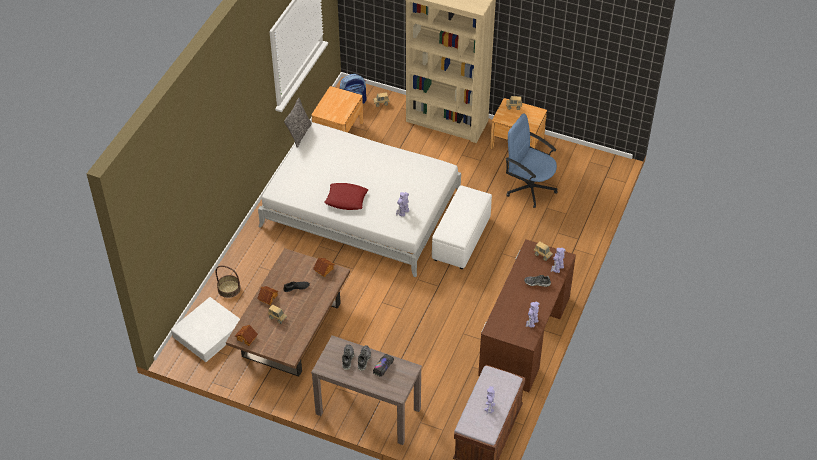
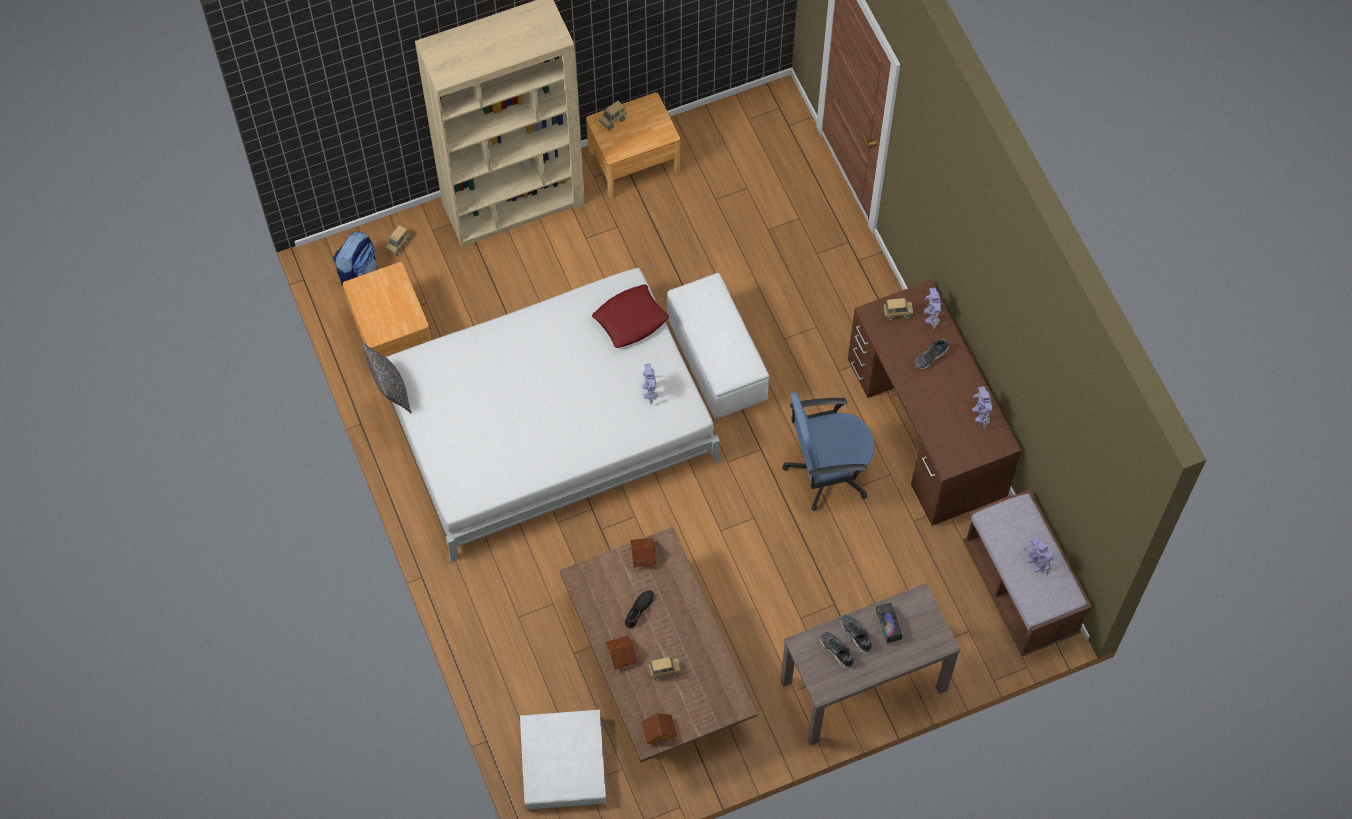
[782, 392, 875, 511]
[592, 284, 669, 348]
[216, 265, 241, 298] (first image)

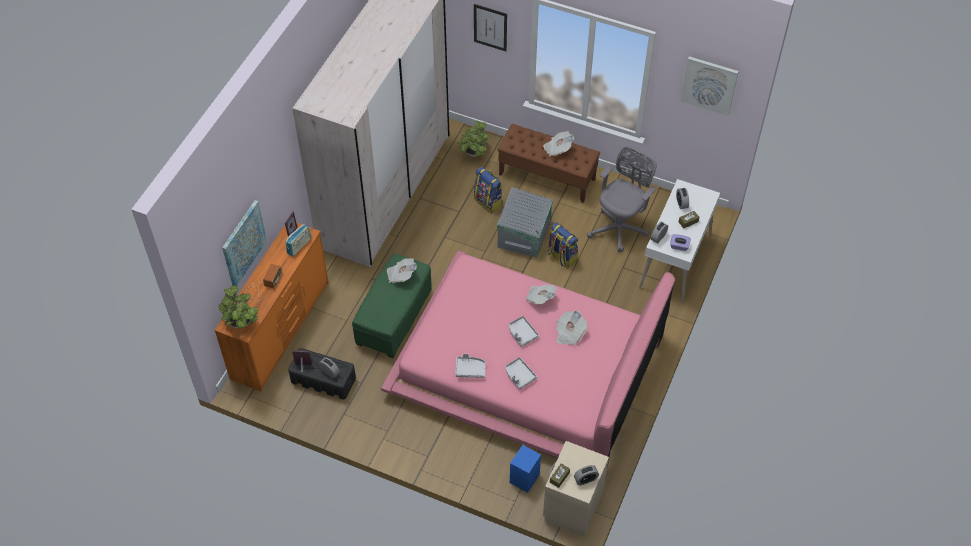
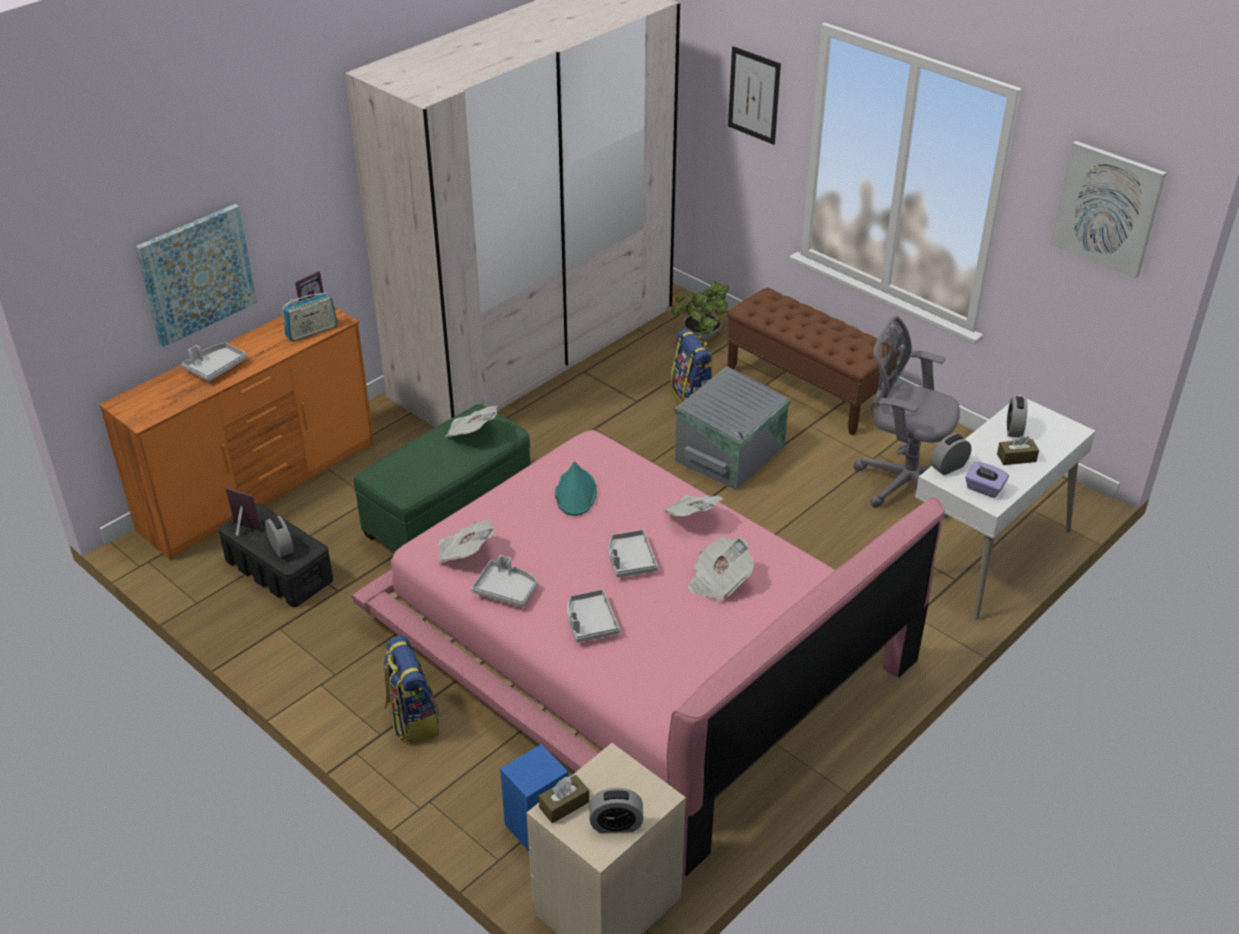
[437, 520, 494, 562]
[853, 316, 960, 518]
[384, 636, 439, 745]
[182, 343, 247, 381]
[219, 285, 258, 328] (first image)
[555, 461, 597, 516]

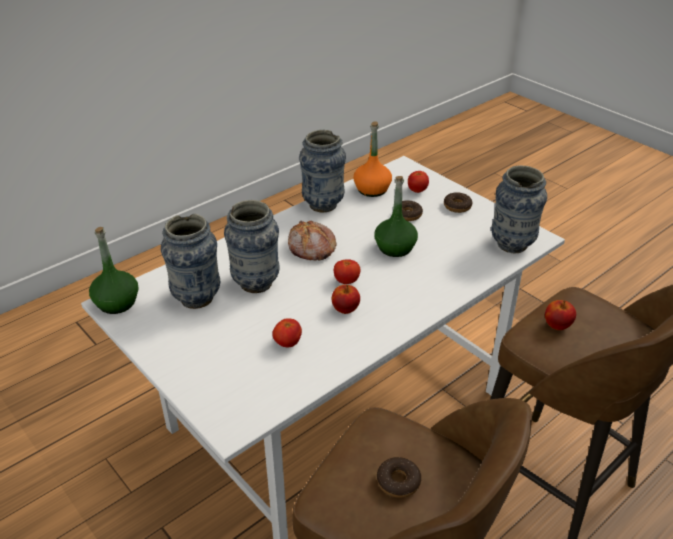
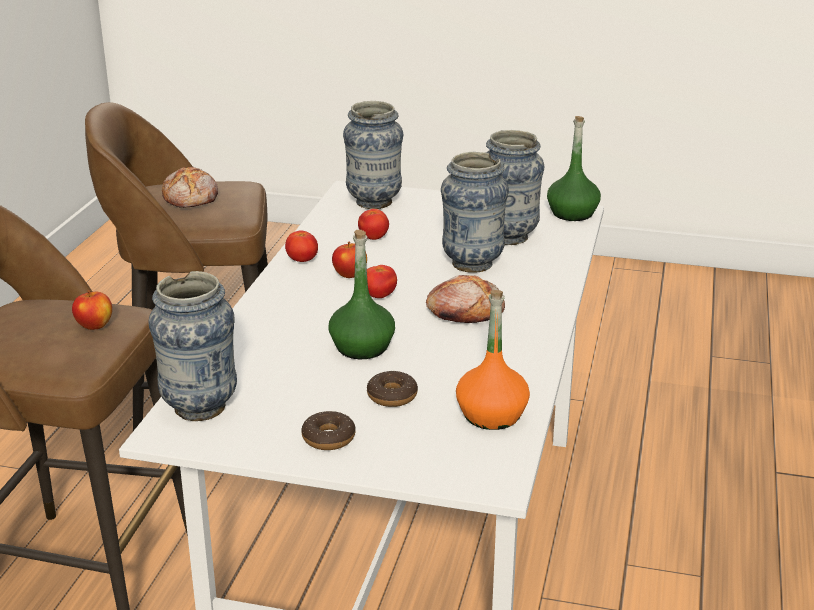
[343, 101, 404, 209]
[285, 230, 318, 262]
[162, 167, 218, 208]

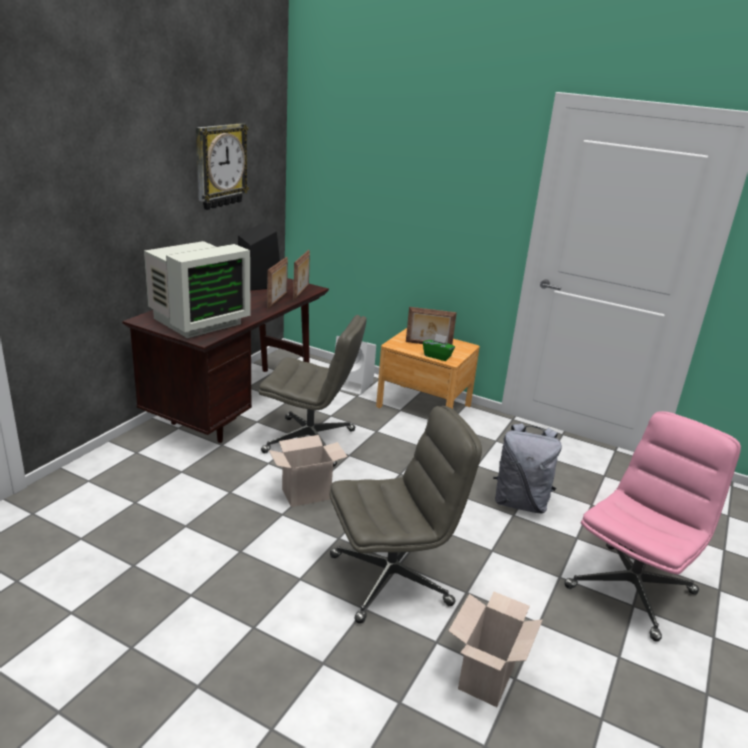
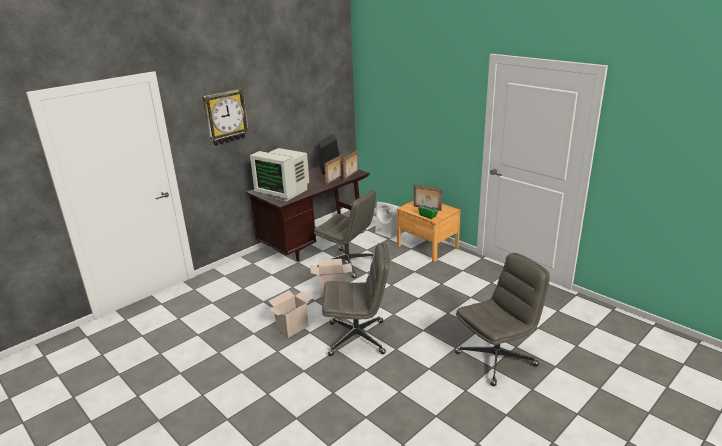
[202, 89, 249, 146]
[250, 148, 309, 202]
[455, 253, 550, 386]
[493, 423, 562, 513] (first image)
[267, 290, 313, 338]

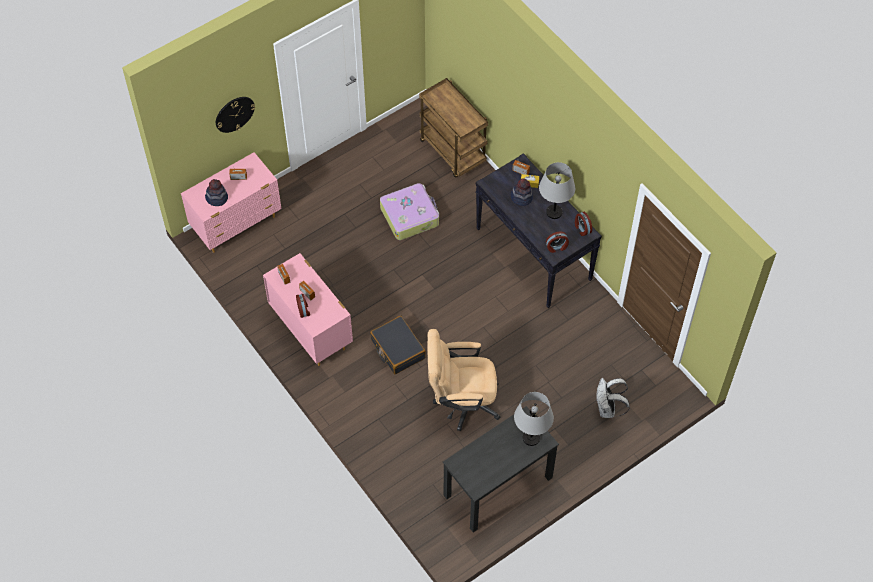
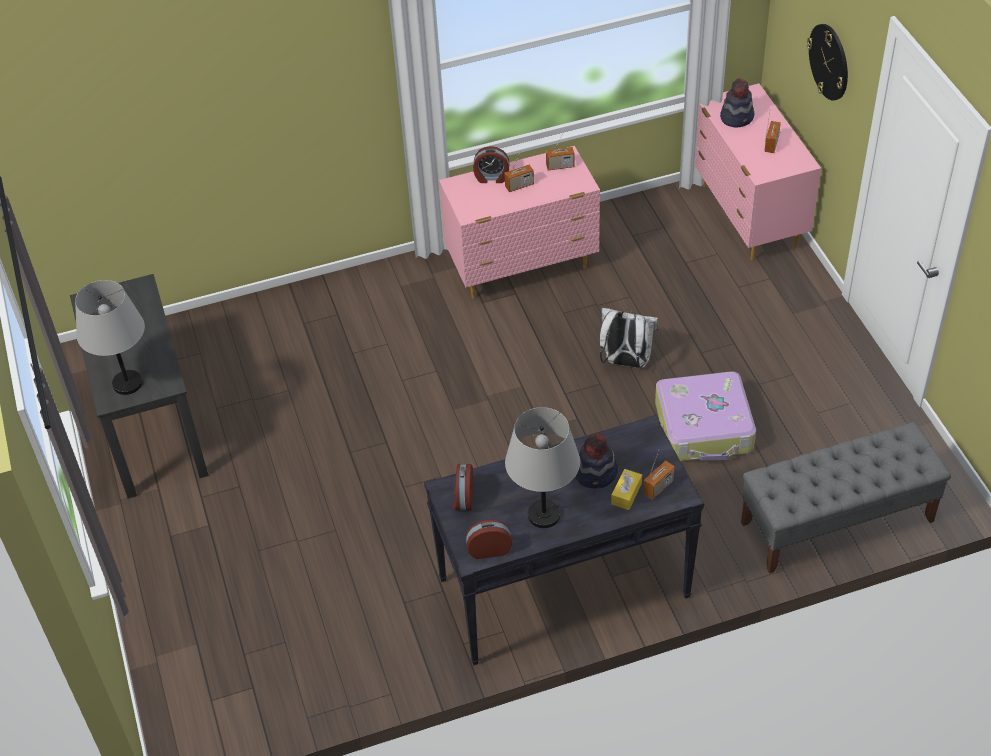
[741, 422, 951, 574]
[370, 316, 426, 375] (first image)
[427, 329, 500, 431] (first image)
[599, 308, 658, 368]

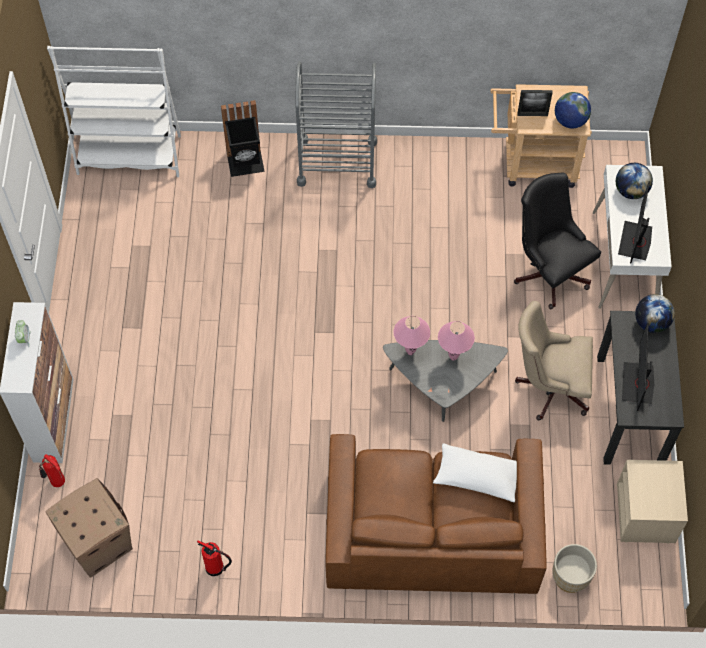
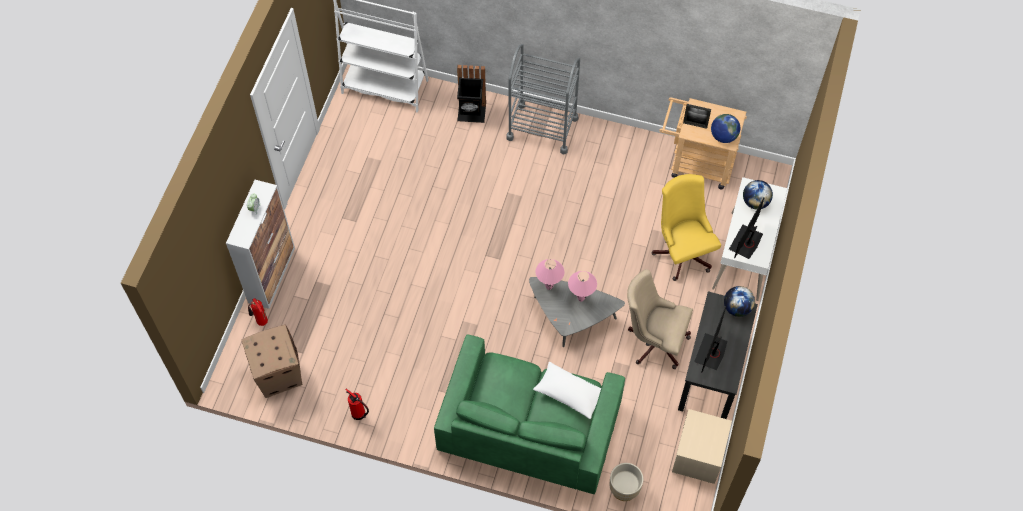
[652, 174, 721, 281]
[434, 334, 625, 494]

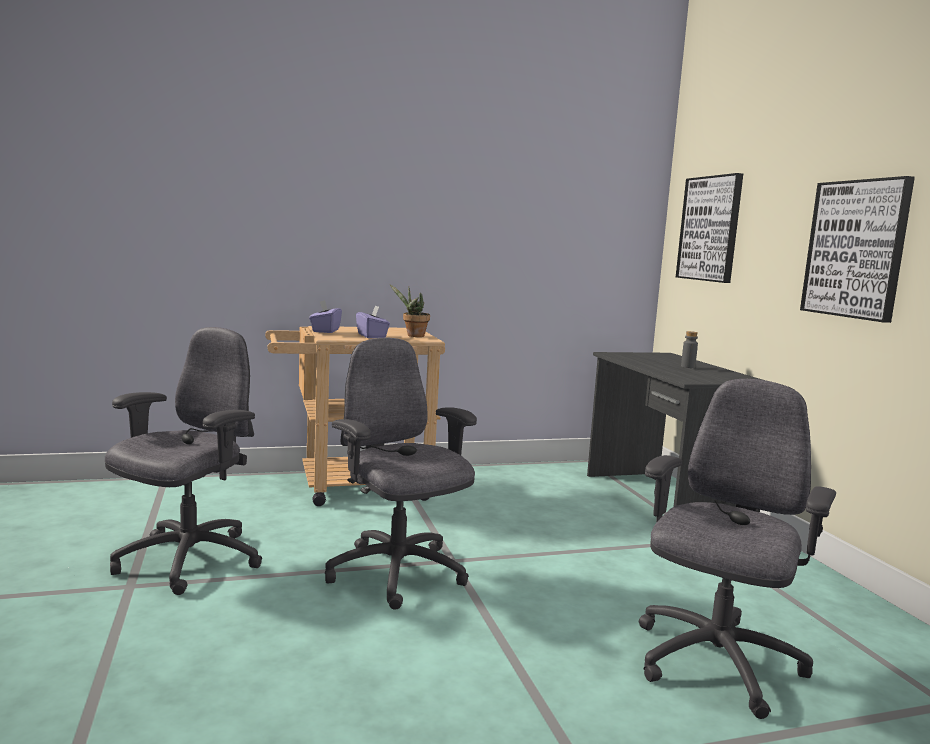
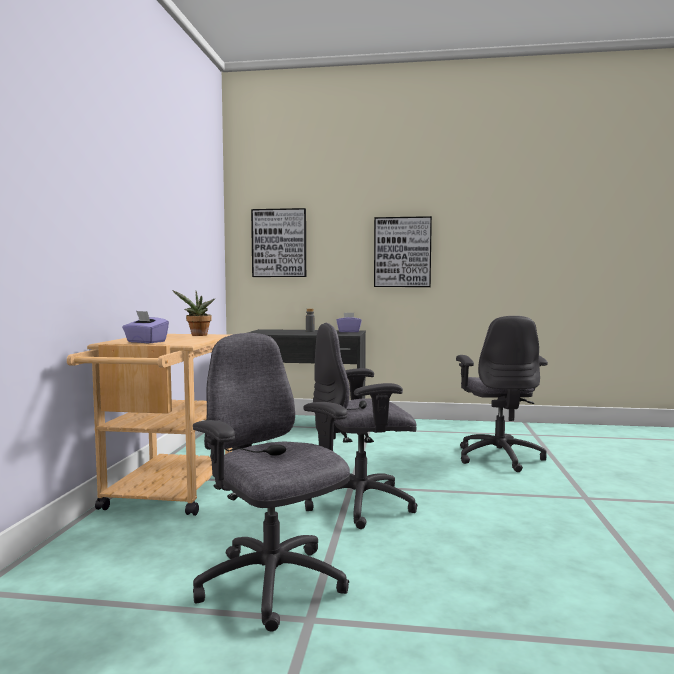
[337, 313, 362, 332]
[456, 316, 548, 472]

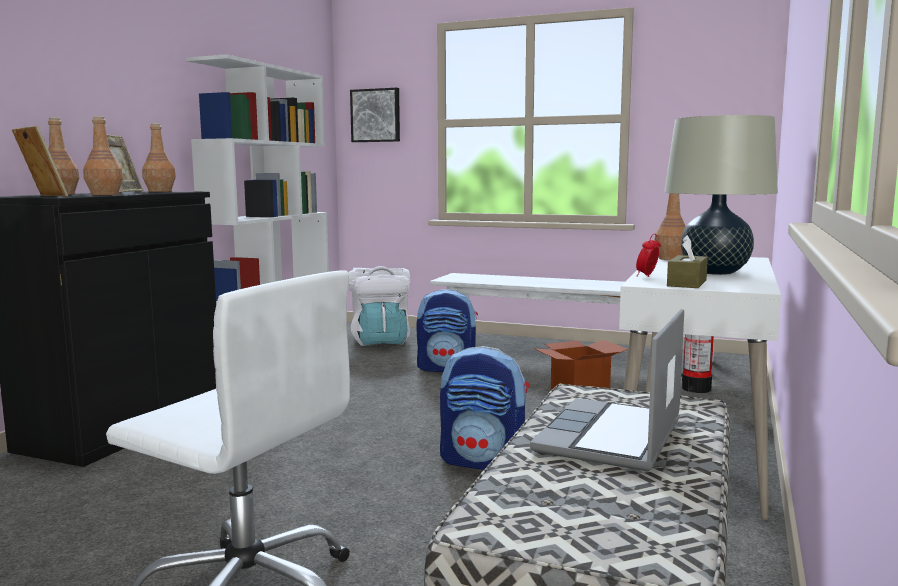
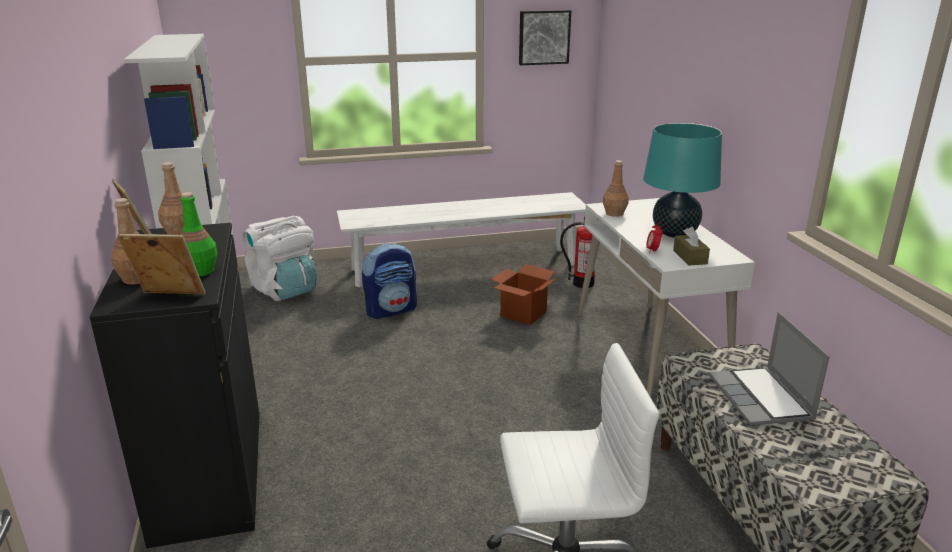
[519, 10, 571, 65]
[643, 123, 722, 238]
[180, 192, 217, 277]
[440, 346, 530, 470] (first image)

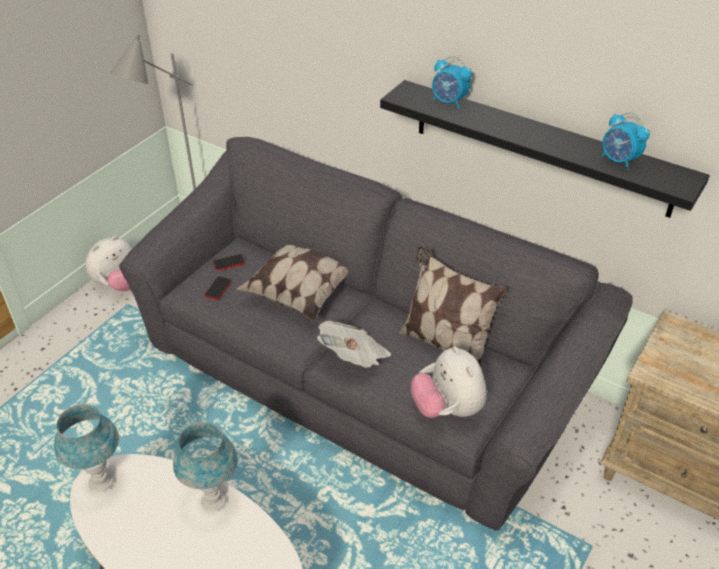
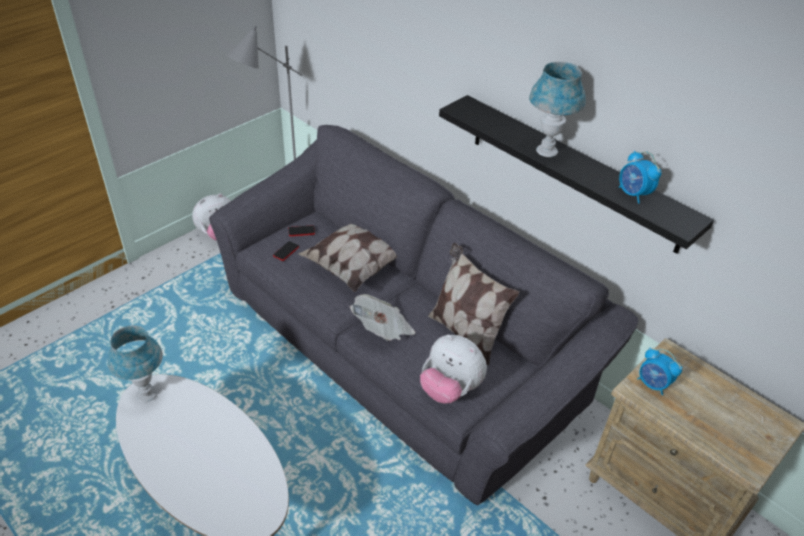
[637, 347, 683, 395]
[420, 335, 487, 403]
[529, 62, 586, 157]

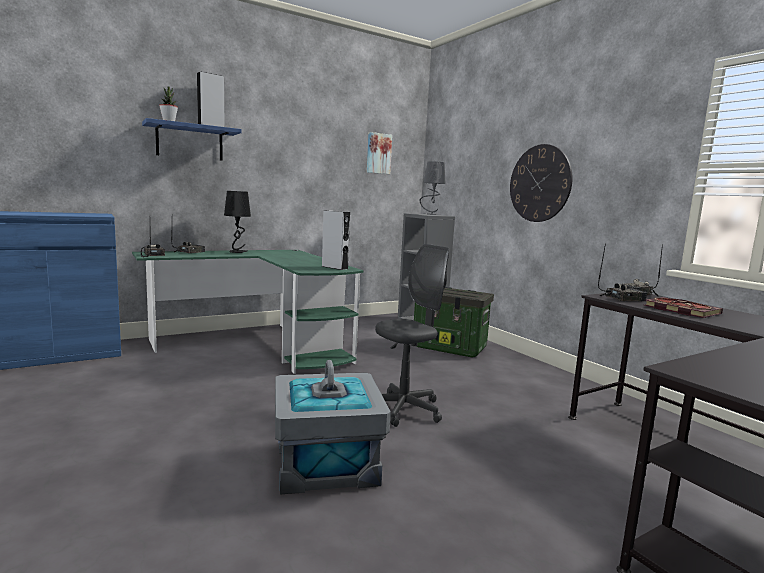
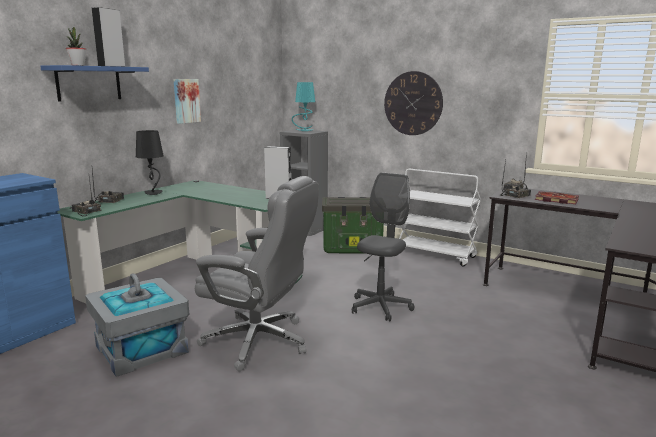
[173, 79, 201, 124]
[292, 82, 315, 131]
[85, 273, 189, 377]
[399, 169, 481, 267]
[195, 176, 319, 371]

